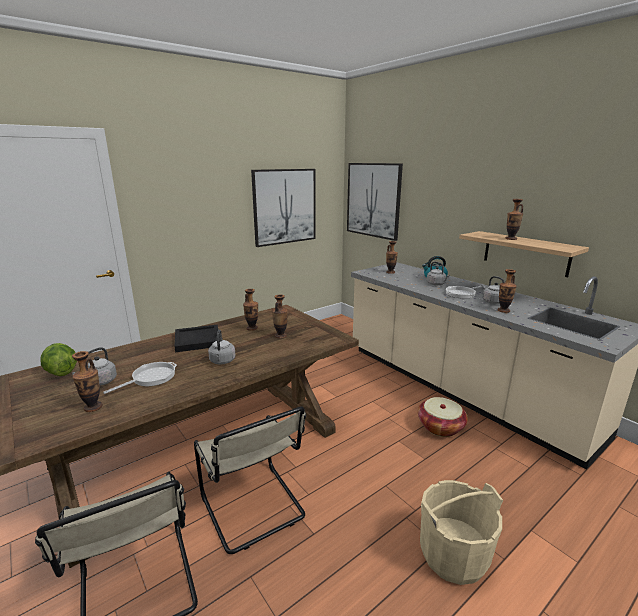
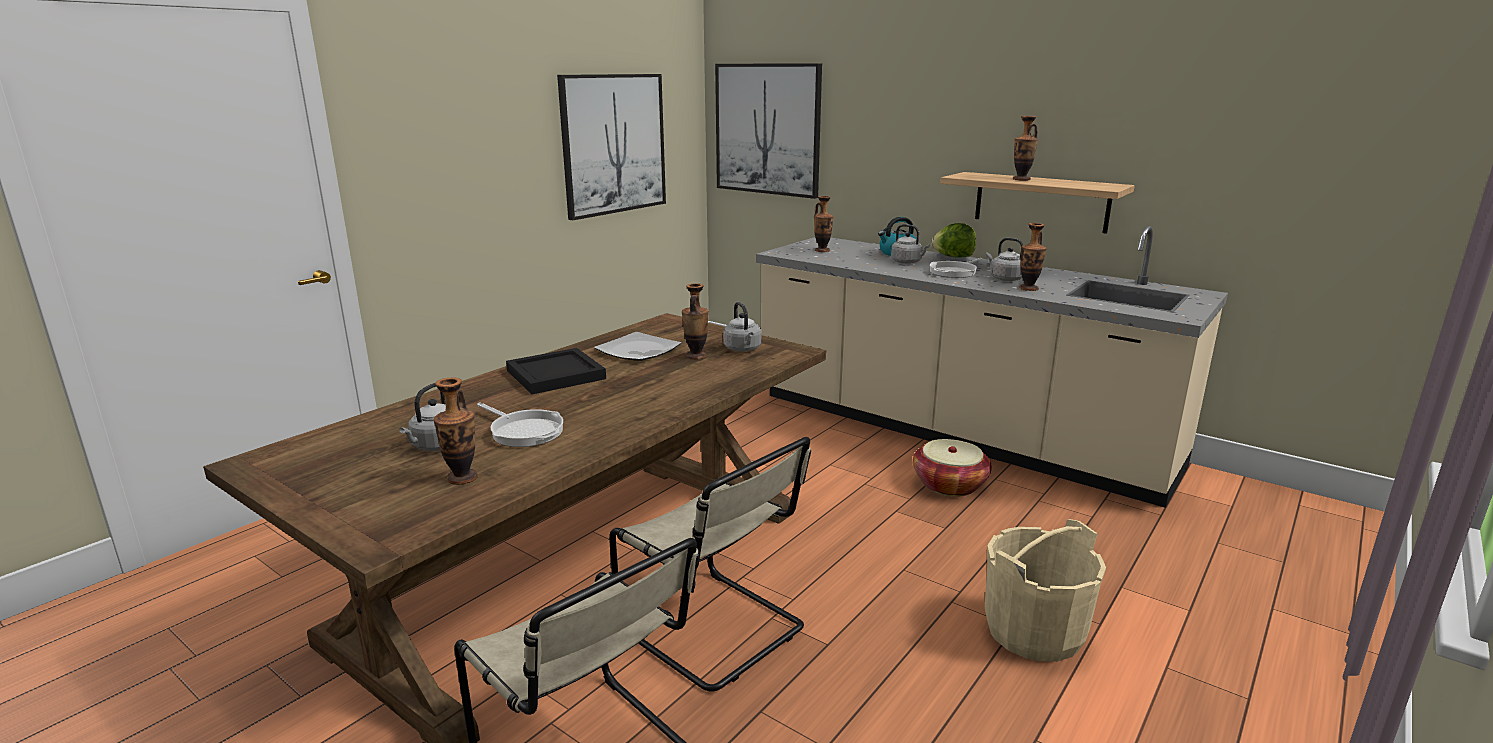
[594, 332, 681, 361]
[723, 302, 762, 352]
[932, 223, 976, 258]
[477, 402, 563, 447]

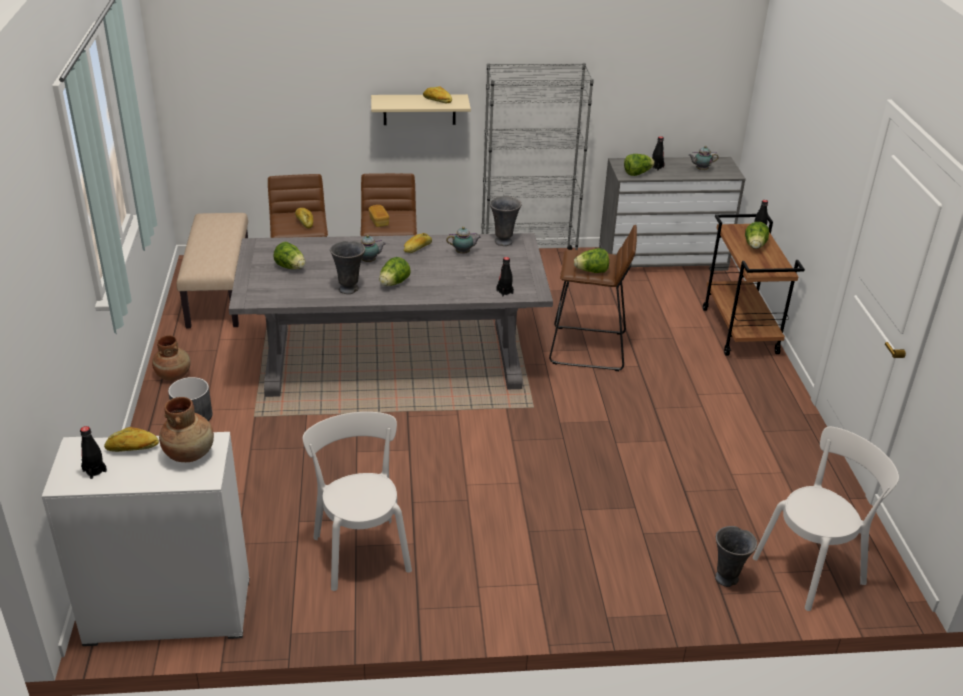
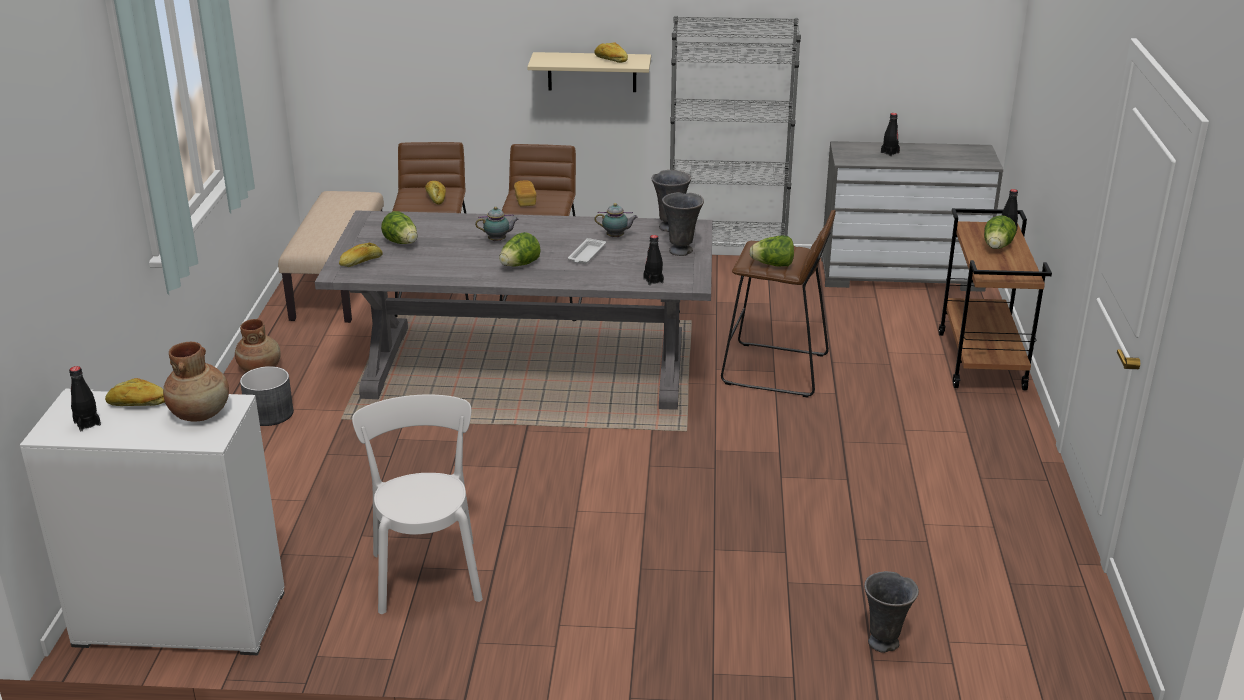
[688, 146, 719, 170] (first image)
[624, 154, 655, 176] (first image)
[339, 243, 383, 267]
[662, 192, 704, 256]
[753, 427, 899, 611] (first image)
[568, 238, 606, 264]

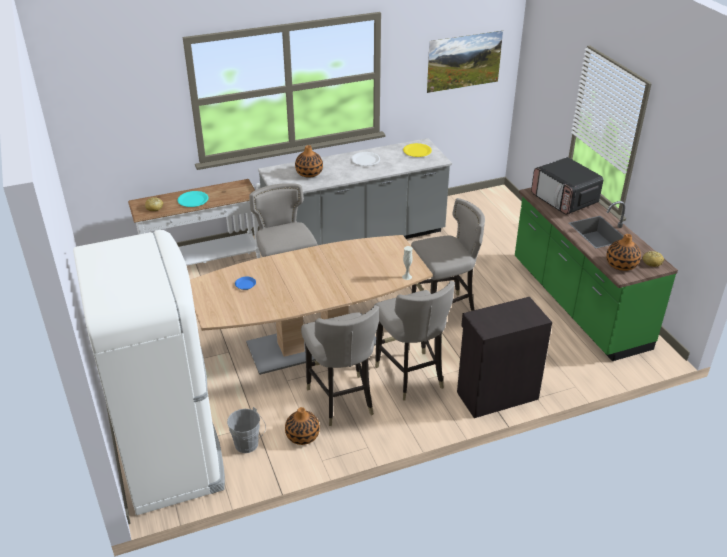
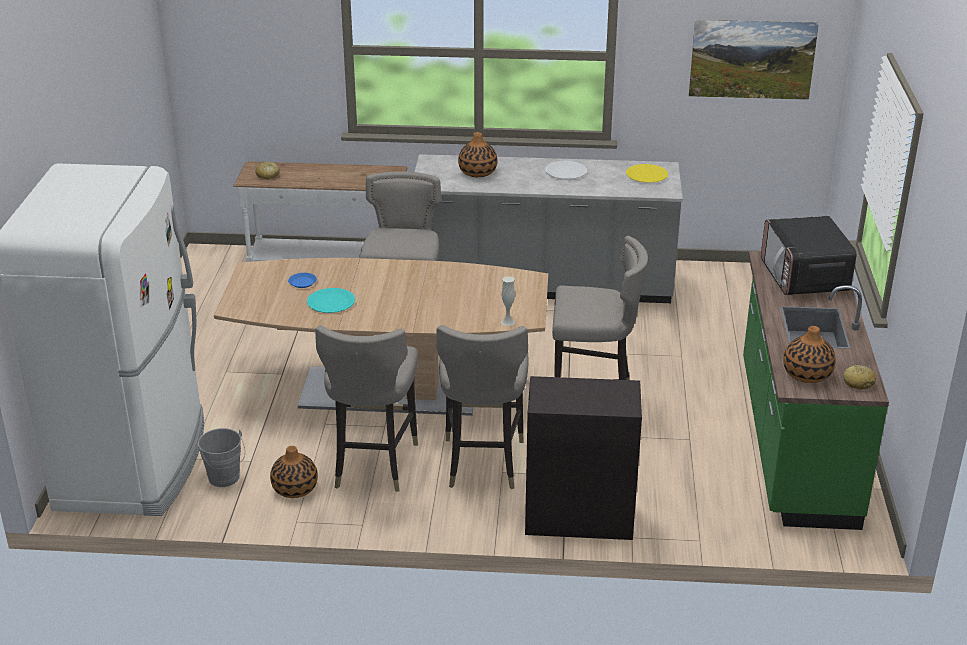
[307, 288, 355, 313]

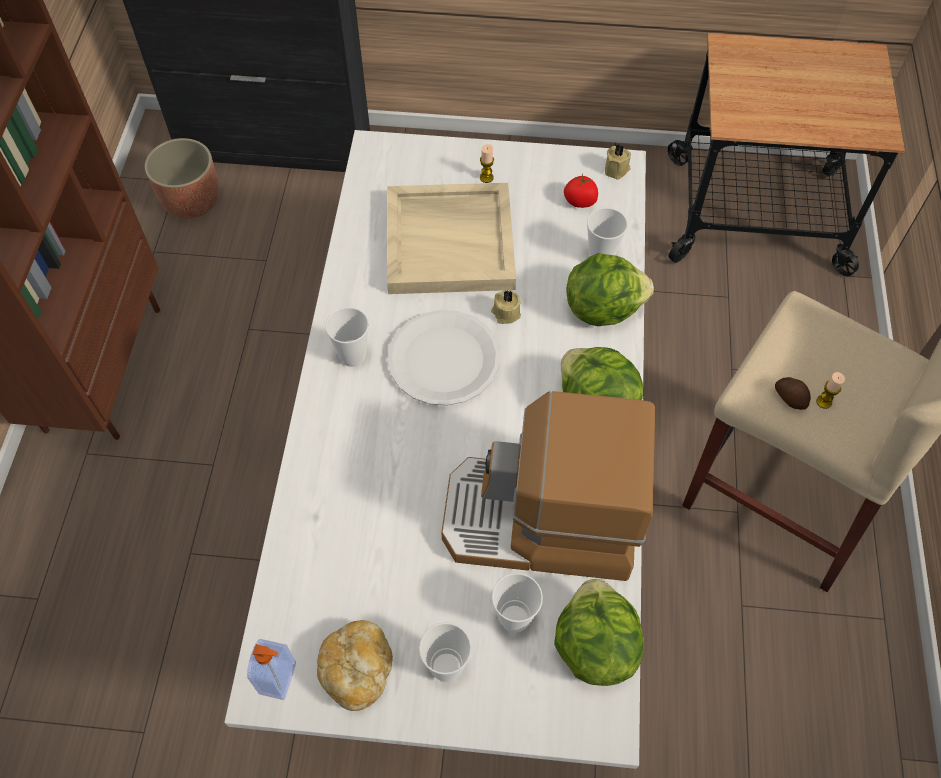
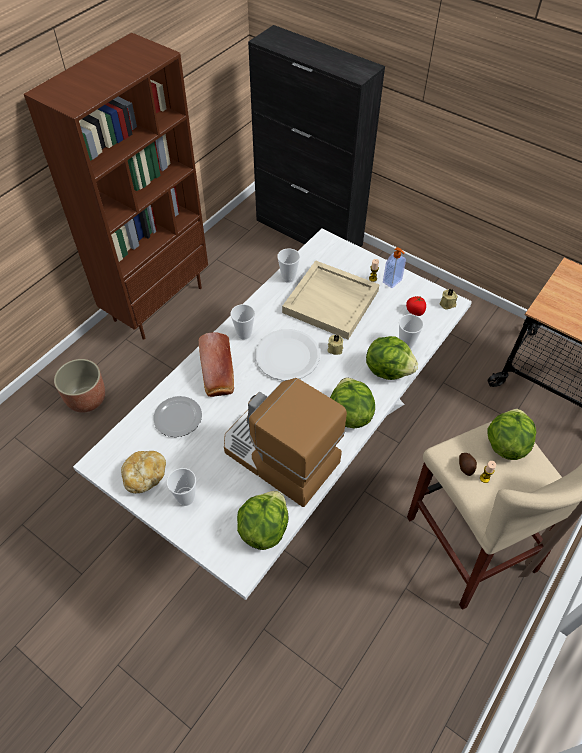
[54, 359, 105, 413]
[277, 248, 300, 283]
[383, 247, 406, 288]
[199, 333, 234, 397]
[153, 396, 202, 437]
[487, 409, 536, 460]

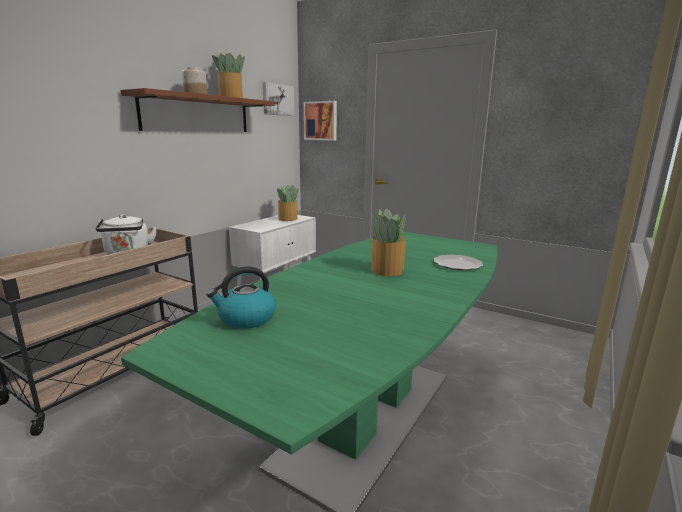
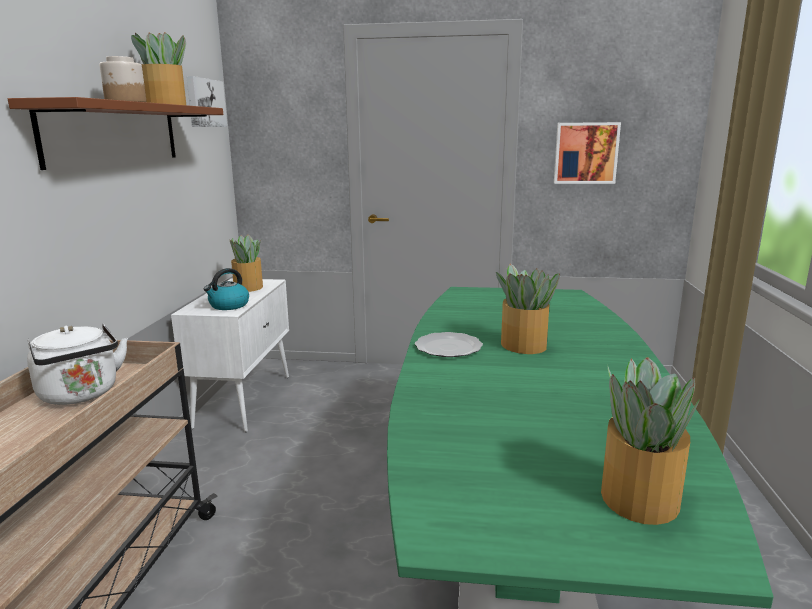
[554, 122, 621, 184]
[415, 332, 483, 357]
[203, 268, 249, 310]
[601, 357, 700, 525]

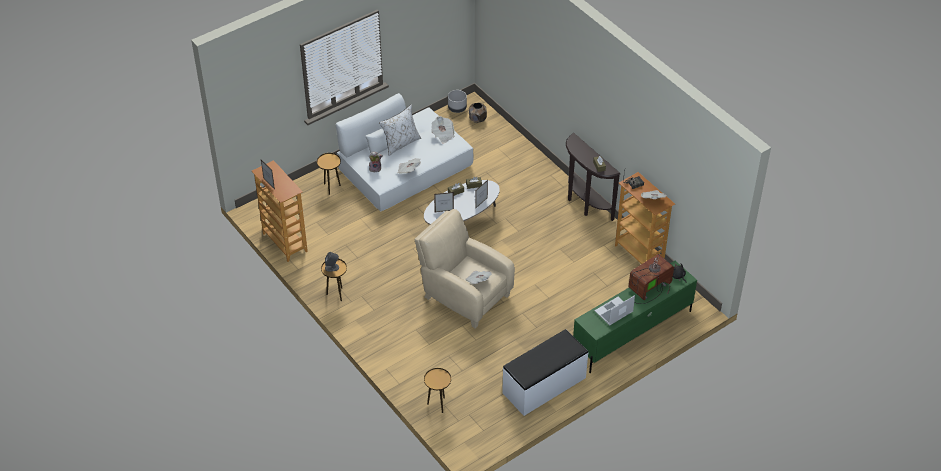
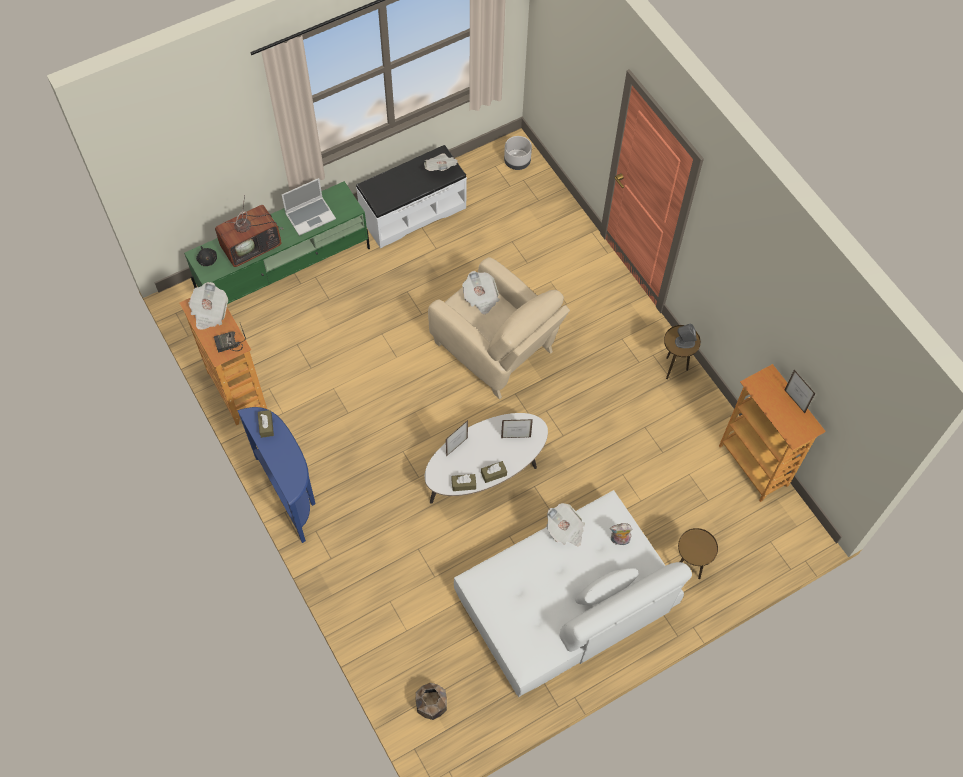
[504, 136, 532, 170]
[379, 104, 421, 156] (first image)
[424, 153, 458, 171]
[237, 407, 316, 543]
[424, 368, 451, 413] (first image)

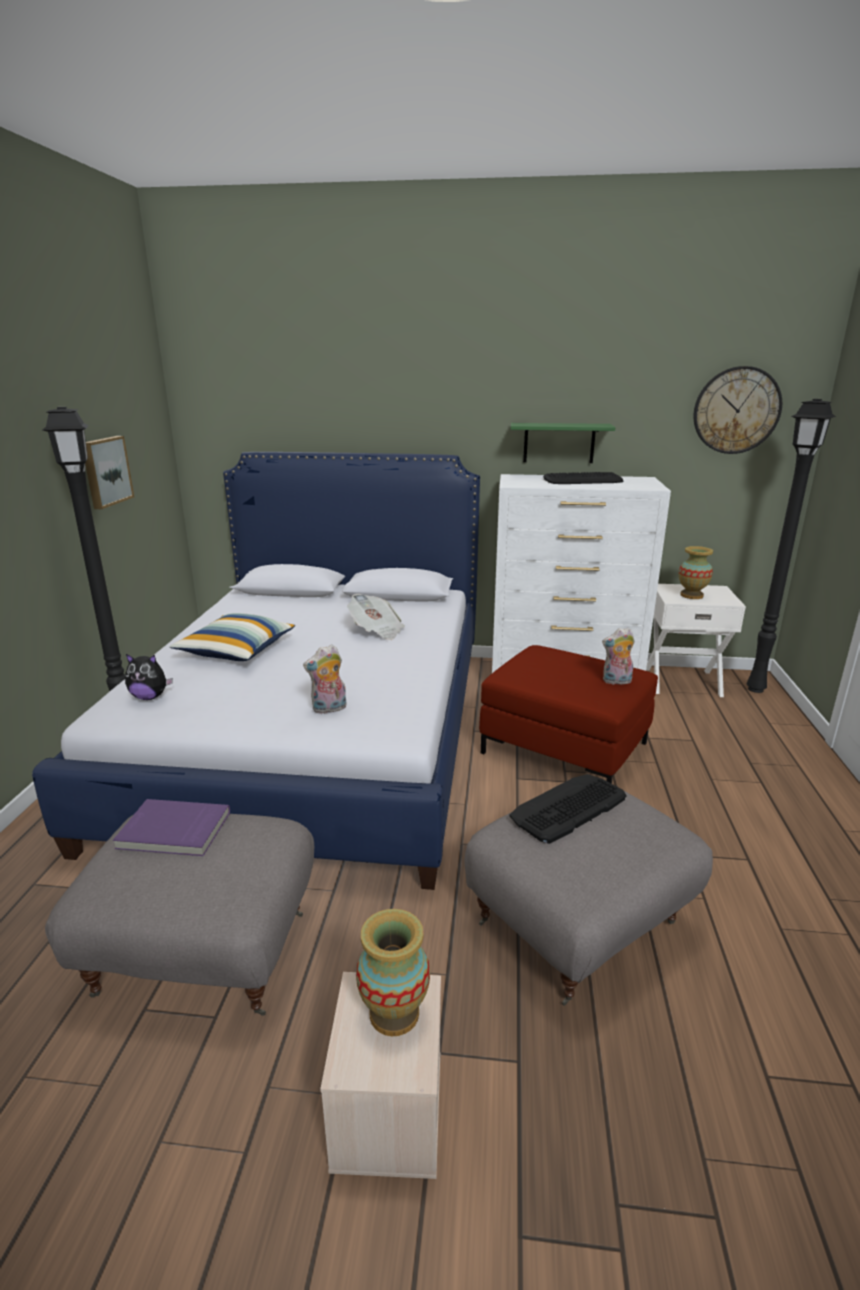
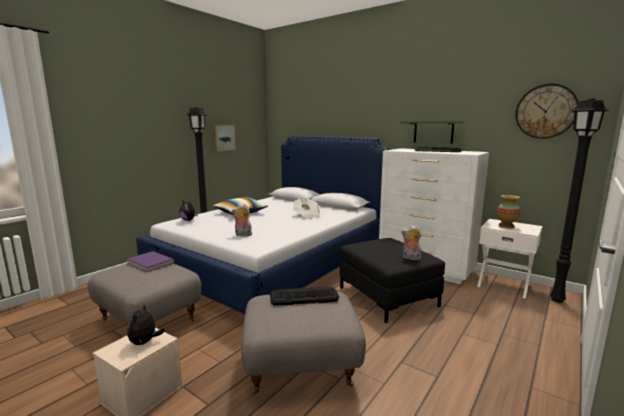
[339, 238, 445, 323]
[127, 304, 165, 345]

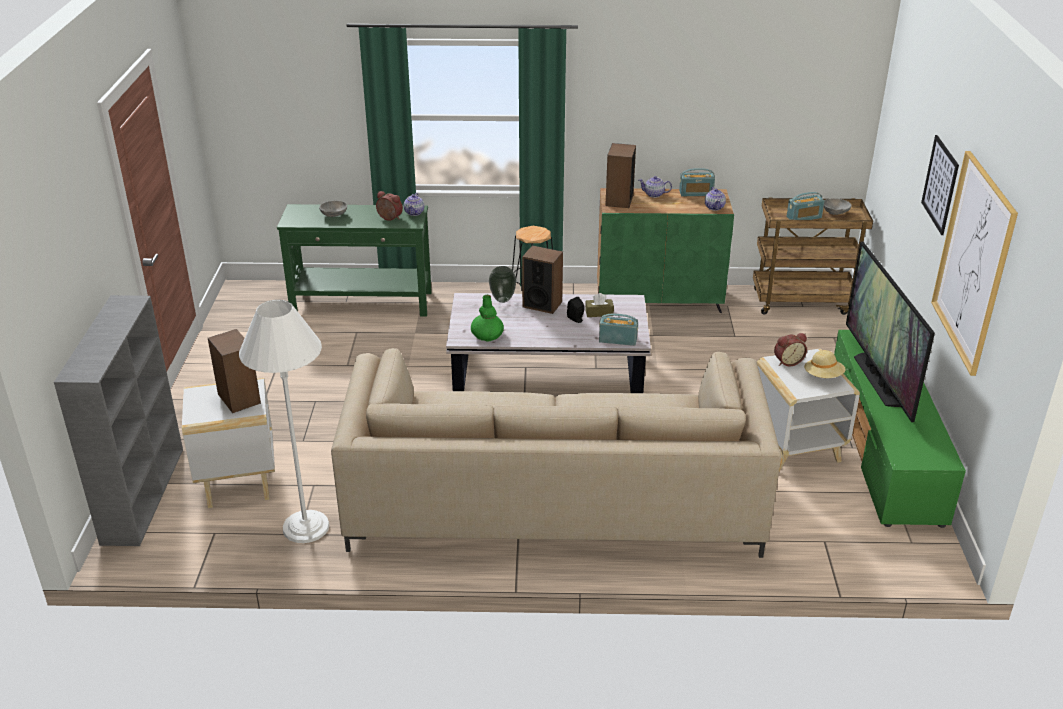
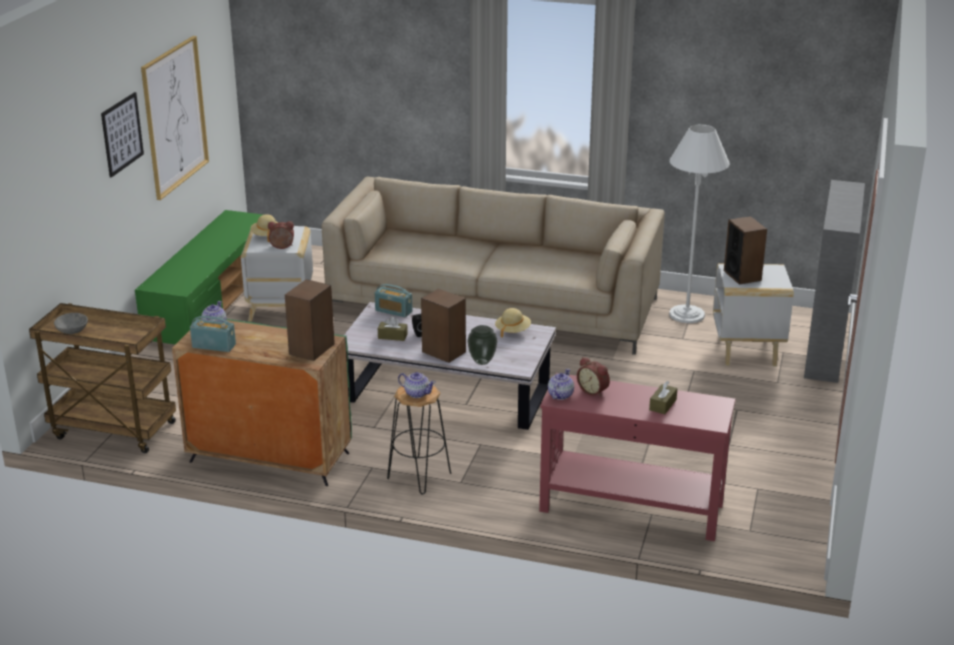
[398, 372, 436, 398]
[787, 192, 825, 220] (first image)
[649, 381, 677, 414]
[539, 373, 735, 541]
[846, 241, 935, 422] (first image)
[495, 308, 531, 338]

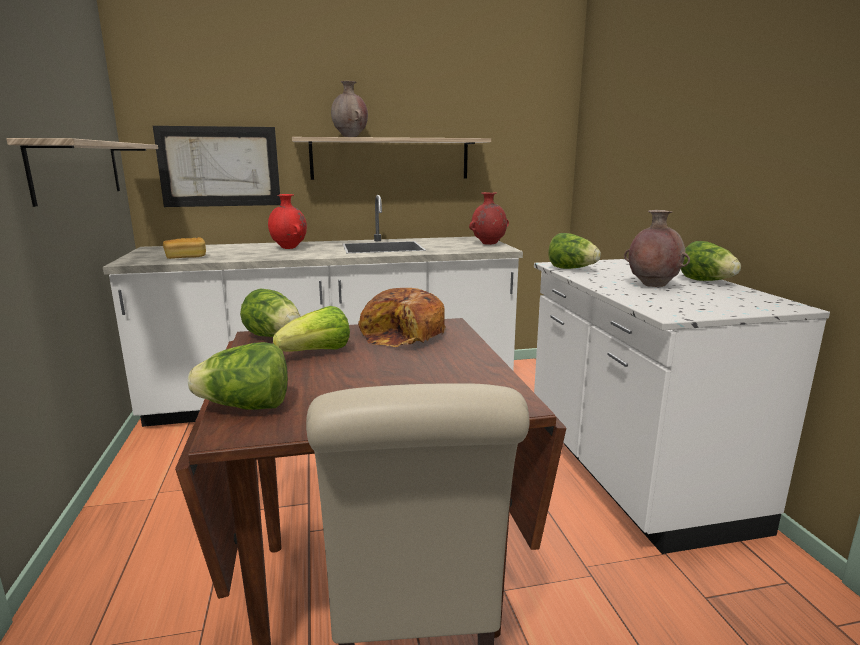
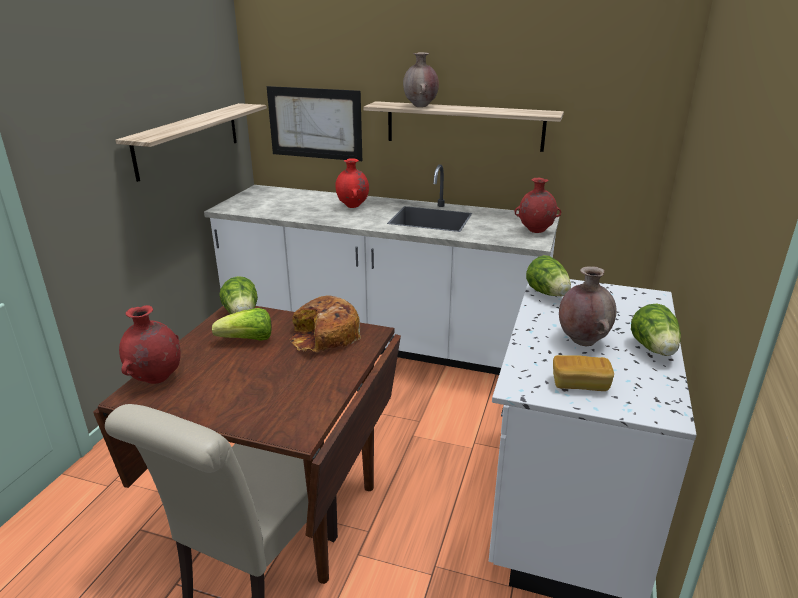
[553, 355, 614, 391]
[119, 305, 181, 384]

